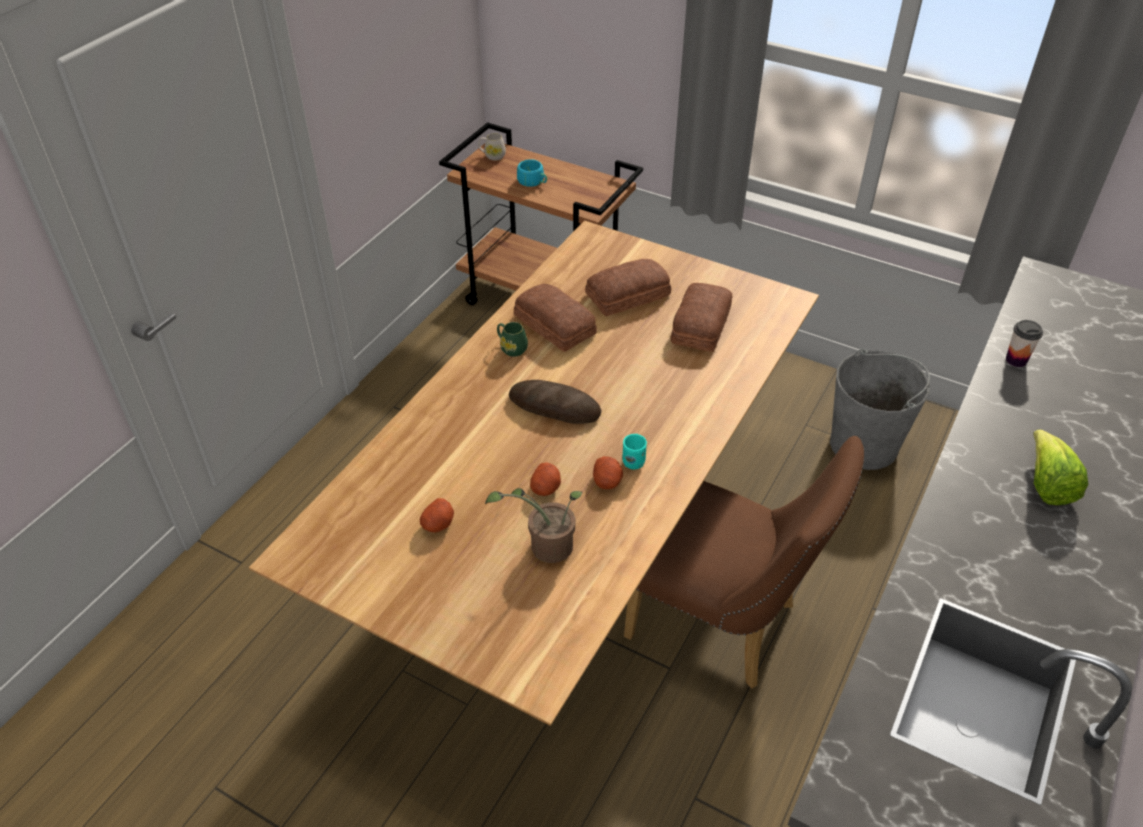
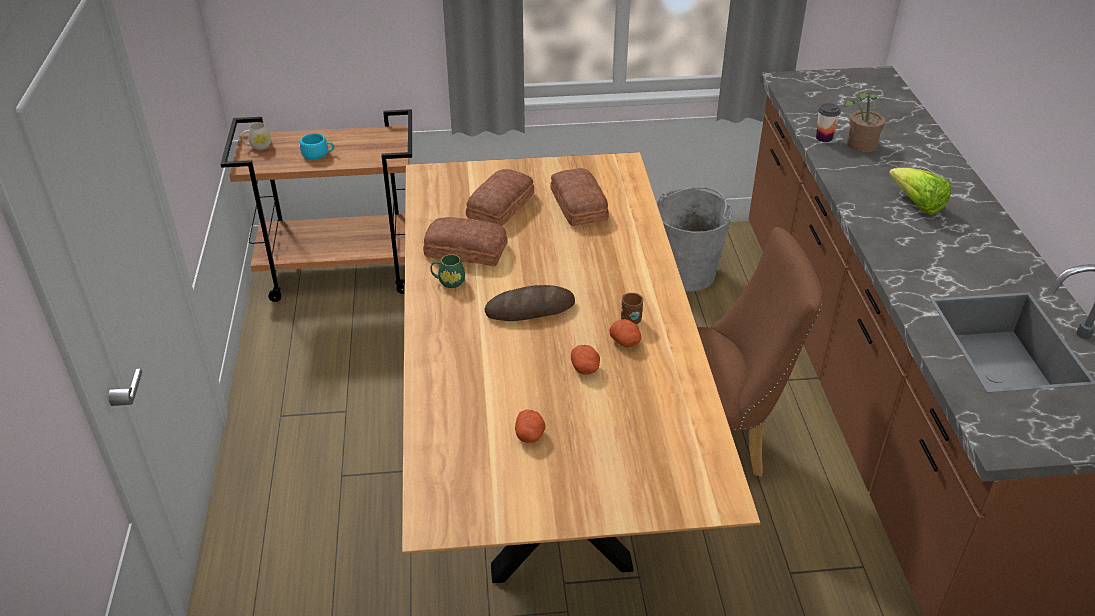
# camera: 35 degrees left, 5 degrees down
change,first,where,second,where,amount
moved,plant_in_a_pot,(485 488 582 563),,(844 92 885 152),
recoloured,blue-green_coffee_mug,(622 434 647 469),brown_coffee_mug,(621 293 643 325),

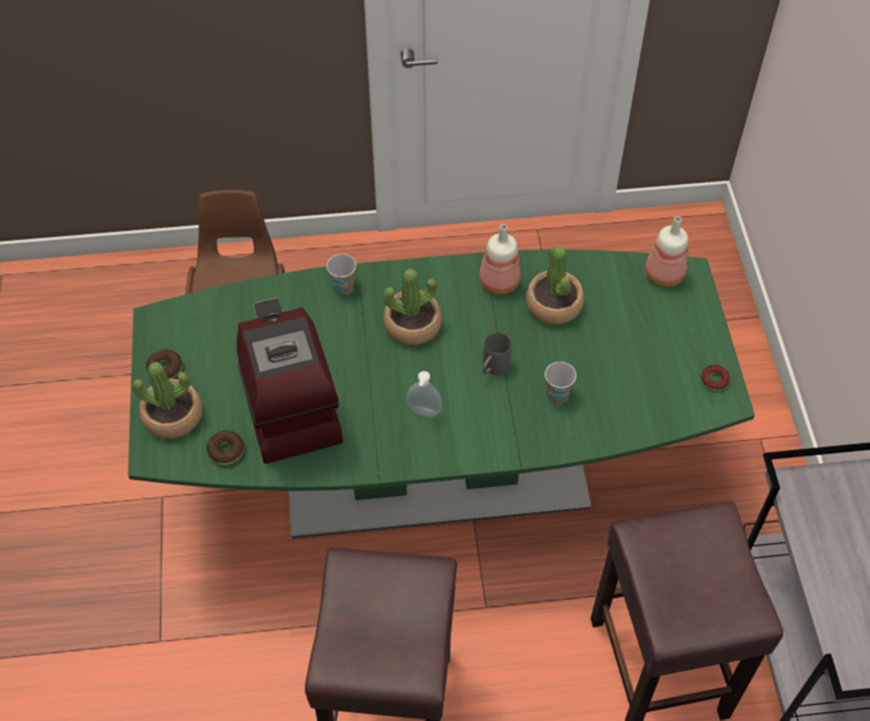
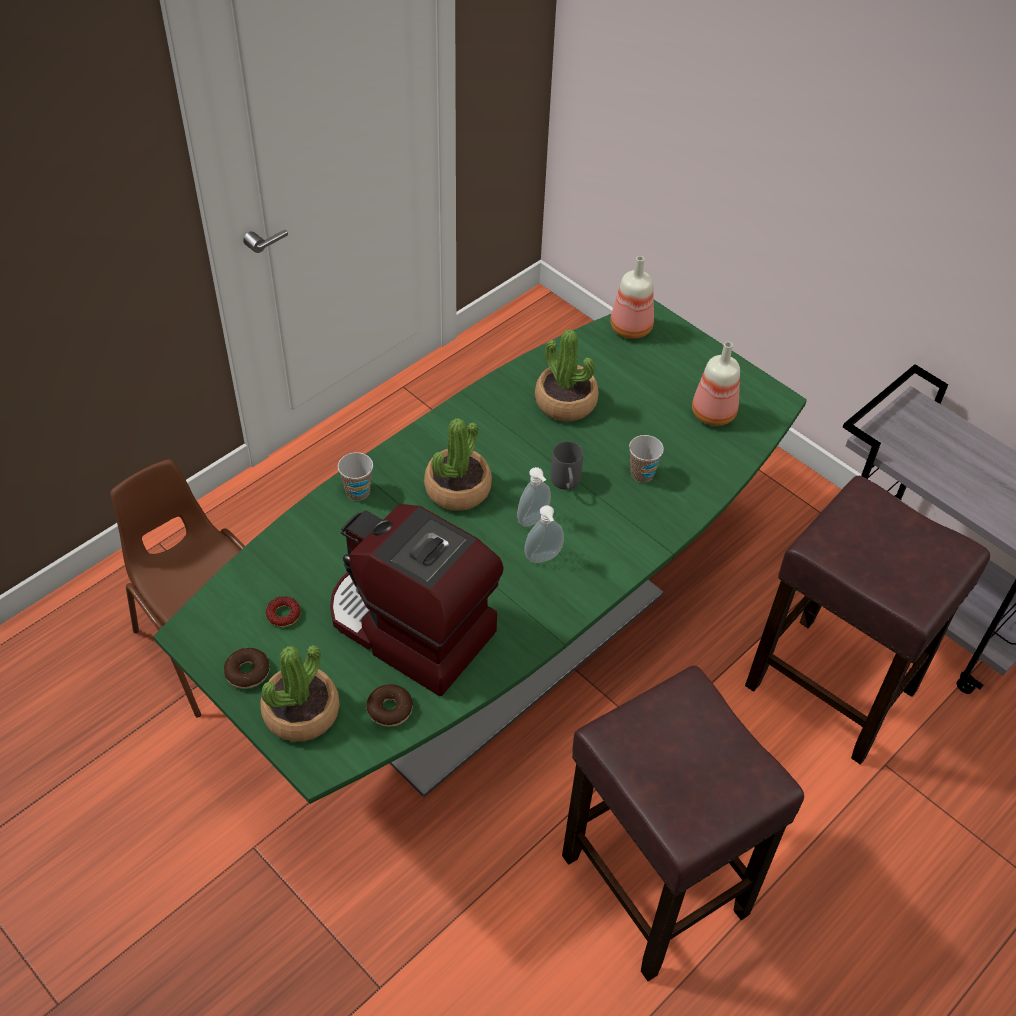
# camera: 40 degrees left, 5 degrees down
change,first,where,second,where,amount
moved,beverage_bottle,(479 224 521 295),,(692 342 740 426),
moved,doughnut,(701 365 730 390),,(266 596 301 627),
added,,,soap_bottle,(517 467 551 527),

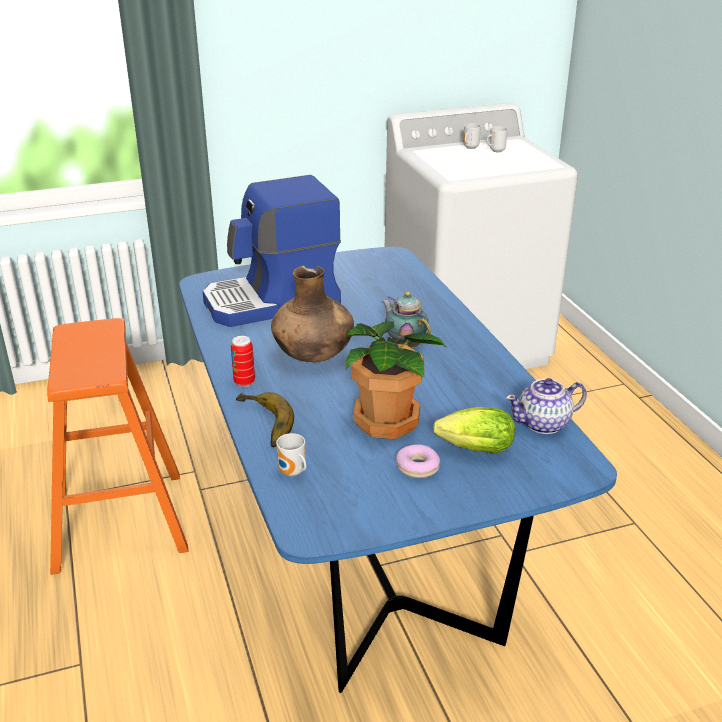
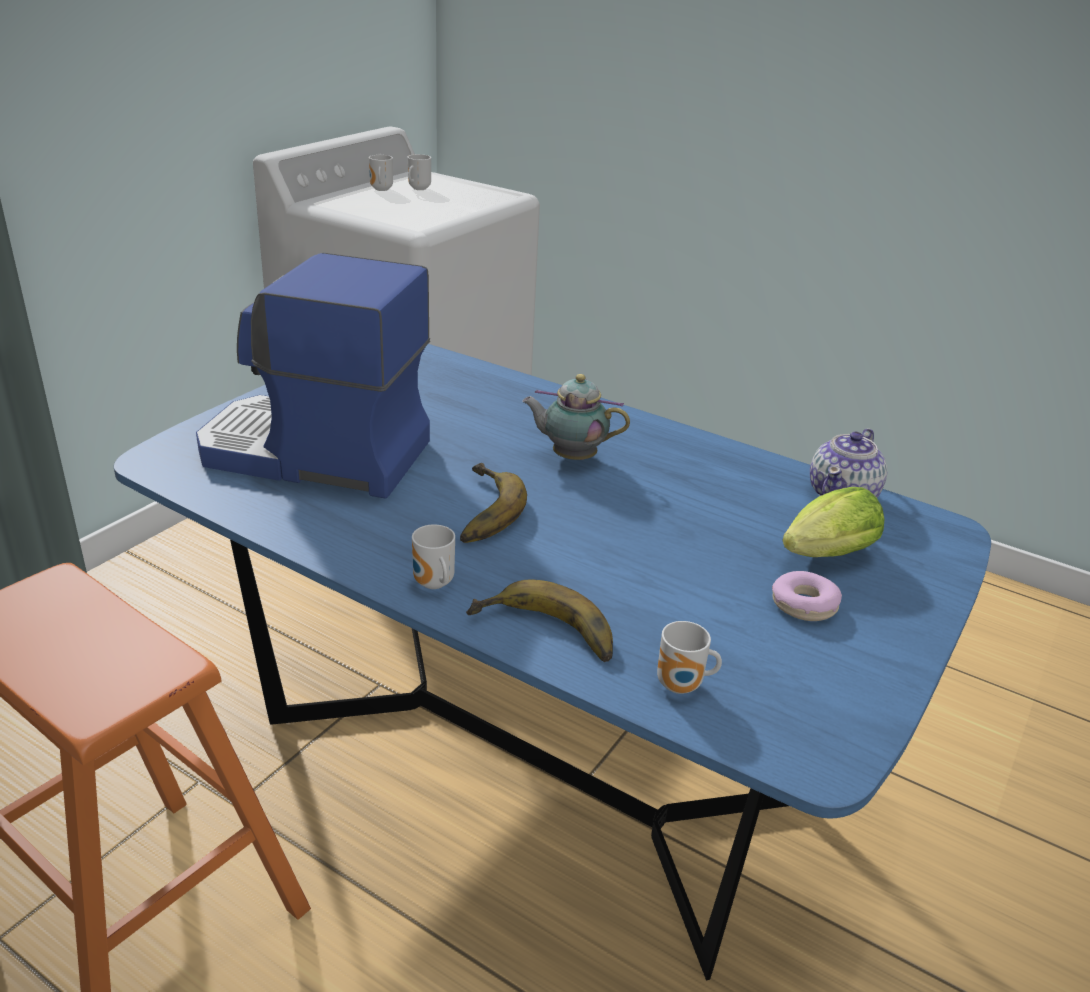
# camera: 40 degrees left, 0 degrees up
change,first,where,second,where,amount
turned,coffee_maker,(203 175 341 327),,(196 253 430 499),75 degrees clockwise
replaced,can,(231 336 255 387),coffee_mug,(412 524 455 589),
replaced,brown_decorative_vase,(271 266 354 362),whole_banana,(460 463 527 543),
removed,plant_in_a_pot,(345 321 447 439),,,

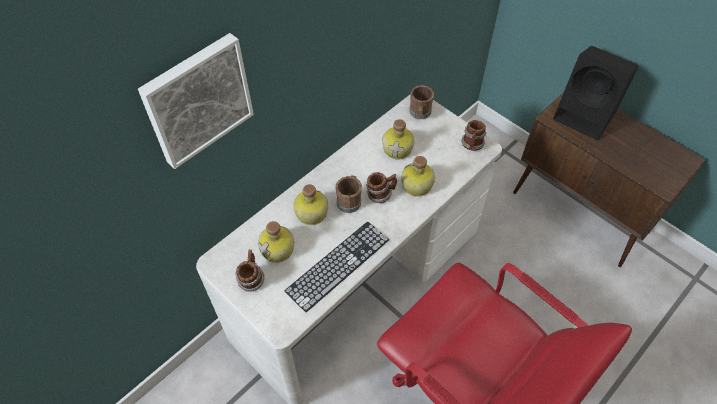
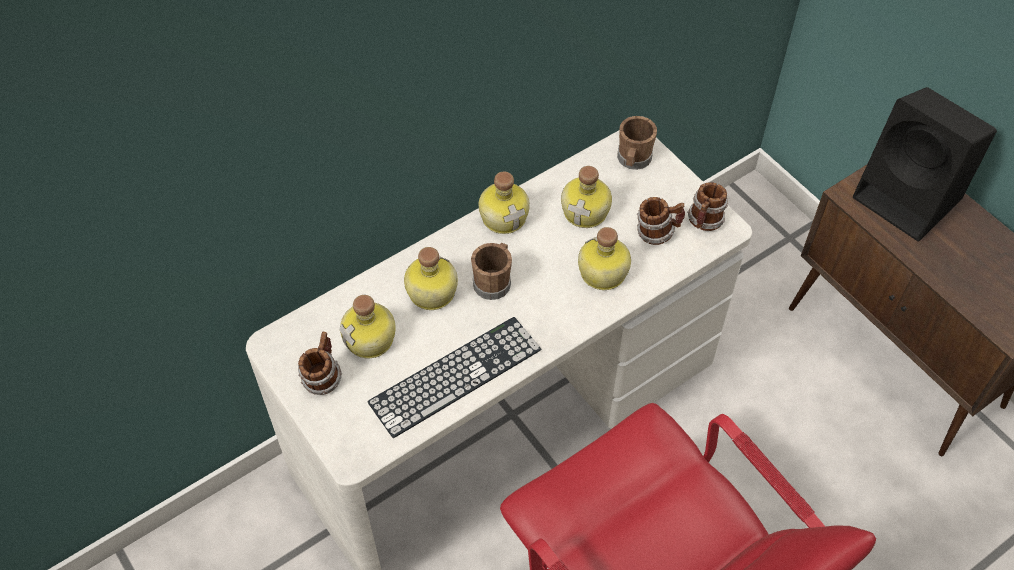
# camera: 10 degrees right, 0 degrees up
change,first,where,second,where,amount
removed,wall_picture,(138 33 254 169),,,
moved,coffee_mug,(366 172 397 203),,(637 197 685 245),
added,,,beverage_bottle,(479 171 530 234),

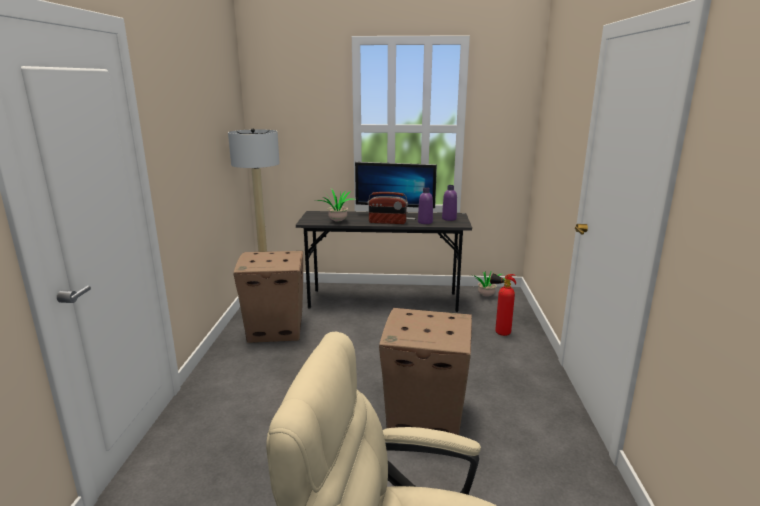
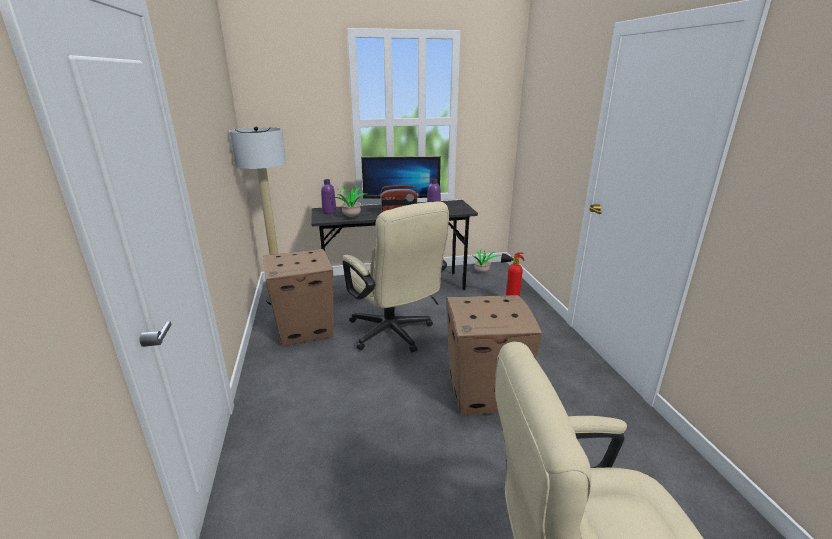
# camera: 15 degrees left, 5 degrees up
change,first,where,second,where,amount
moved,purple-coloured_beverage_bottle,(442 185 457 221),,(321 179 337 214),
added,,,beige-coloured_computer_chair,(343 201 449 352),

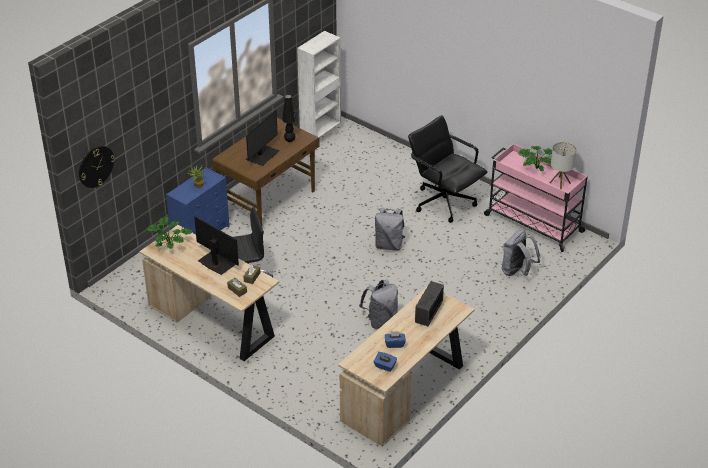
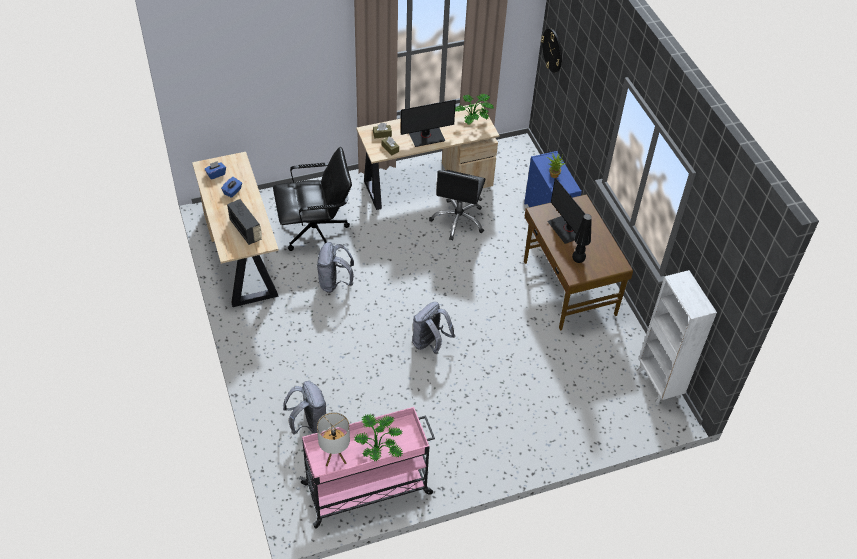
# camera: 120 degrees right, 10 degrees up
change,first,where,second,where,amount
moved,blackish_computer_chair,(408 115 488 223),,(273 147 352 251),

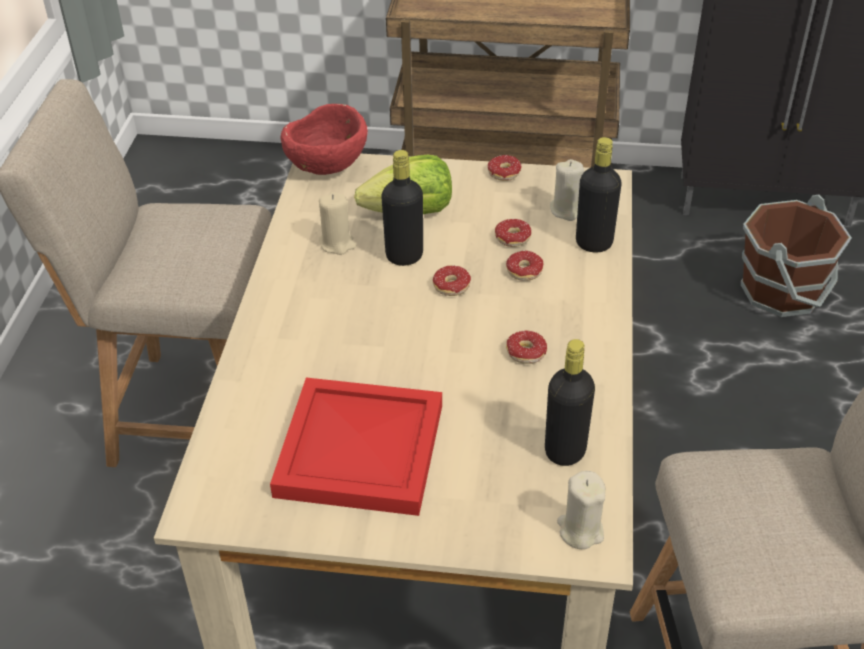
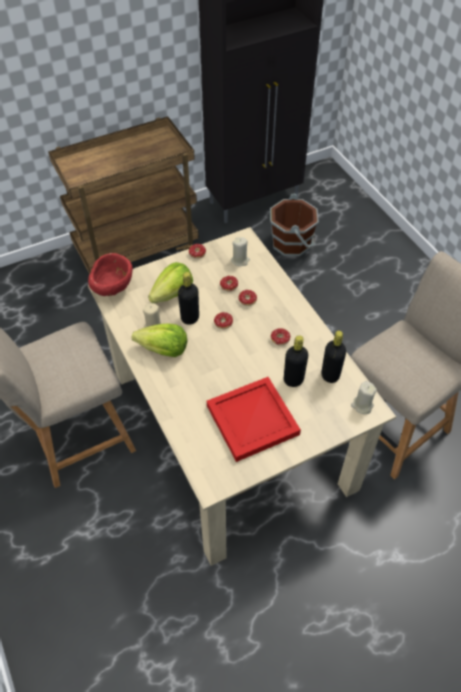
# camera: 35 degrees left, 10 degrees up
change,first,where,second,where,amount
moved,blackish_beverage_bottle,(576 137 622 252),,(284 335 308 387),
added,,,lettuce,(132 323 187 357),

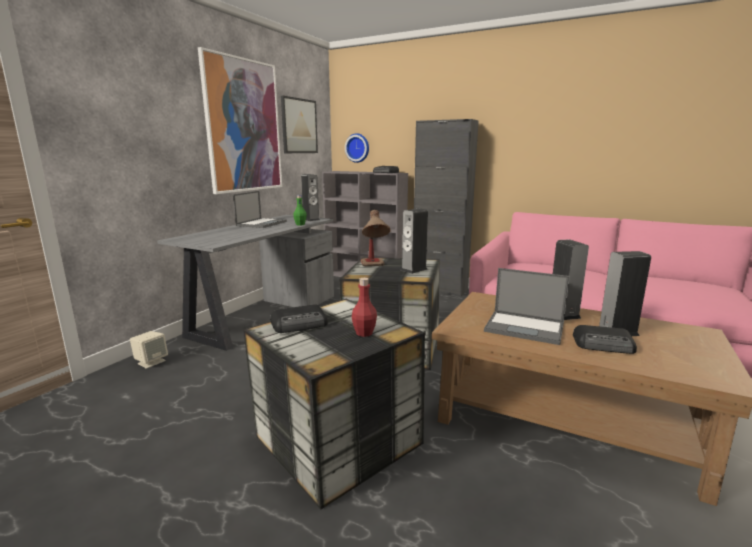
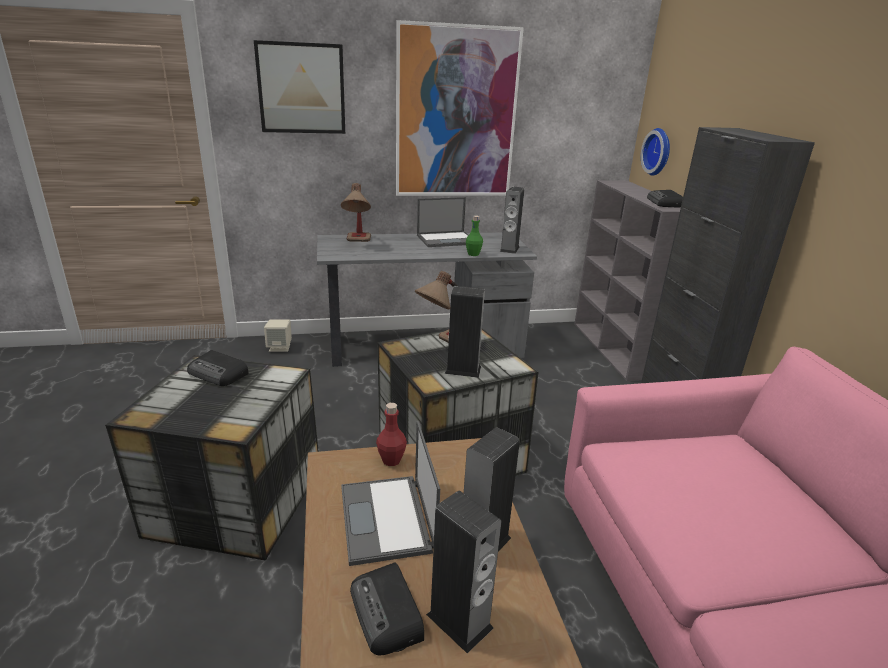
# camera: 50 degrees right, 10 degrees up
change,first,where,second,where,amount
moved,wall_picture,(281 96 318 153),,(254 40 345 134),
moved,red_beverage_bottle,(352 278 377 337),,(376 403 407 466),
added,,,tabletop_lamp,(341 183 371 242),

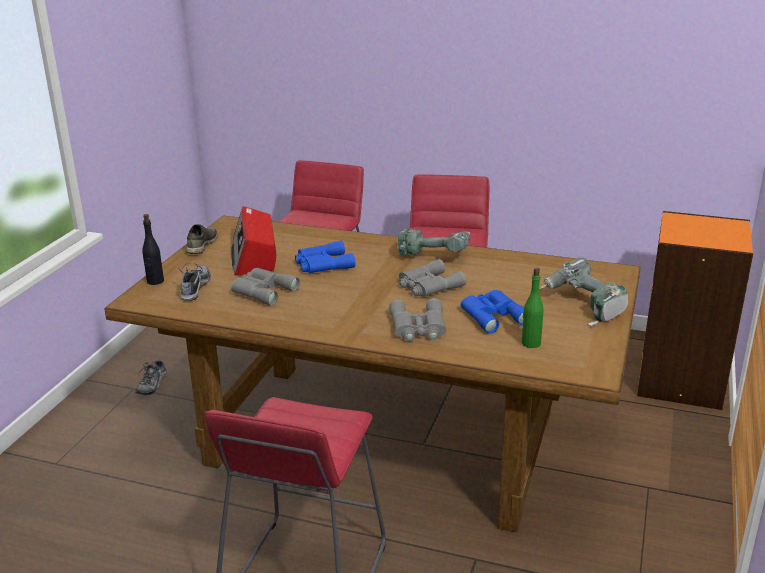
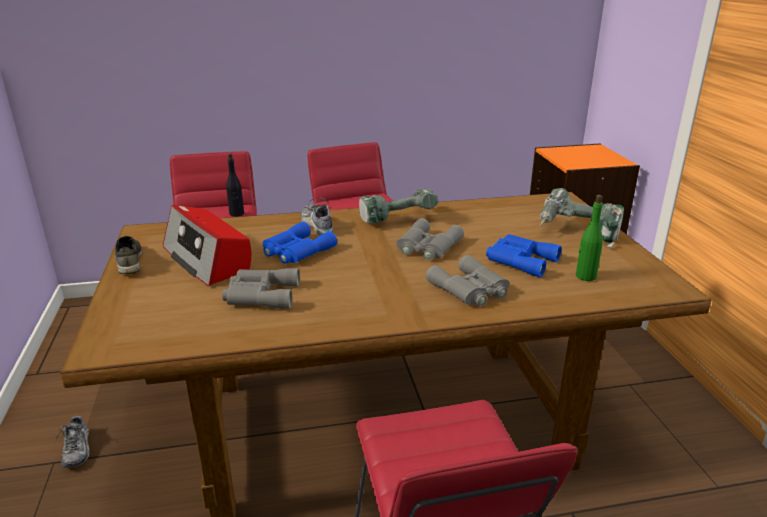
# camera: 30 degrees left, 0 degrees up
change,first,where,second,where,amount
moved,blackish_beverage_bottle,(142 214 164 285),,(226 153 244 217),
moved,low_shoe,(178 263 211 301),,(300 198 334 235),

